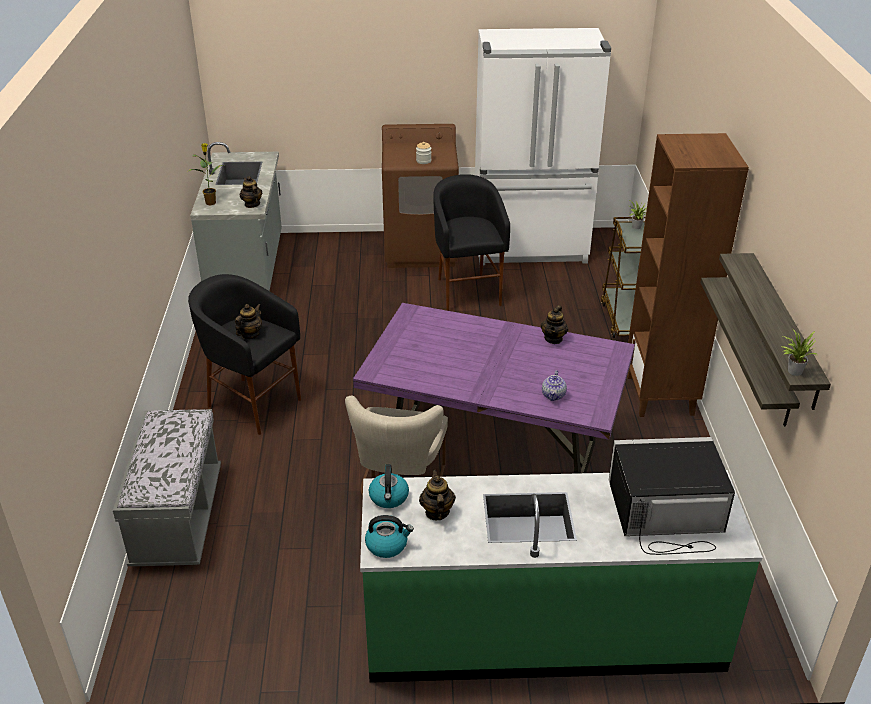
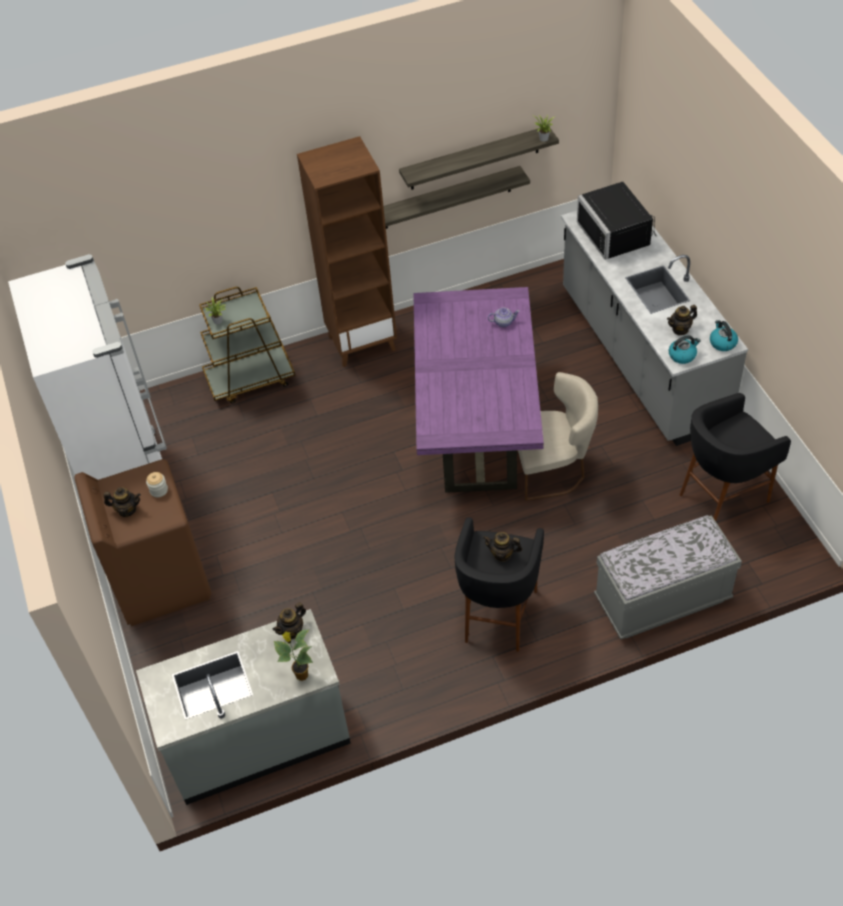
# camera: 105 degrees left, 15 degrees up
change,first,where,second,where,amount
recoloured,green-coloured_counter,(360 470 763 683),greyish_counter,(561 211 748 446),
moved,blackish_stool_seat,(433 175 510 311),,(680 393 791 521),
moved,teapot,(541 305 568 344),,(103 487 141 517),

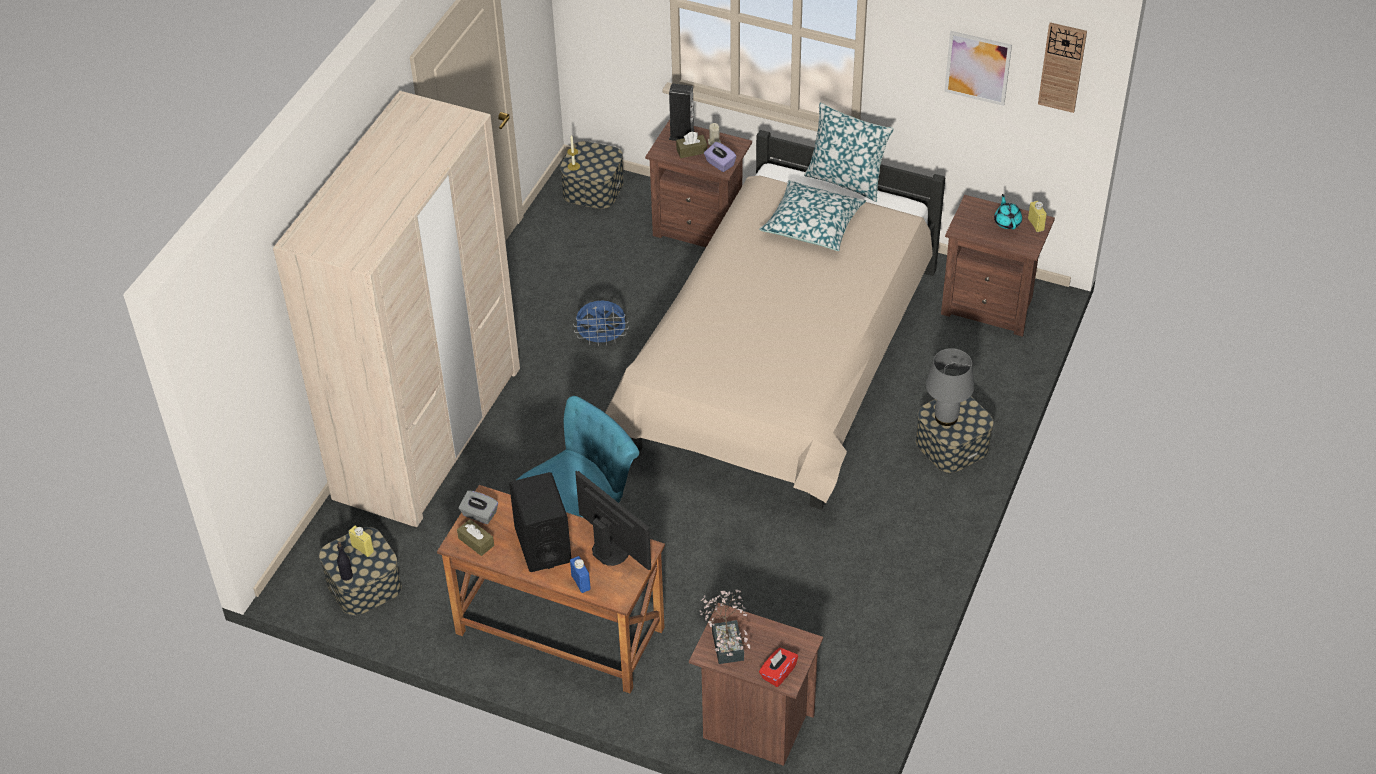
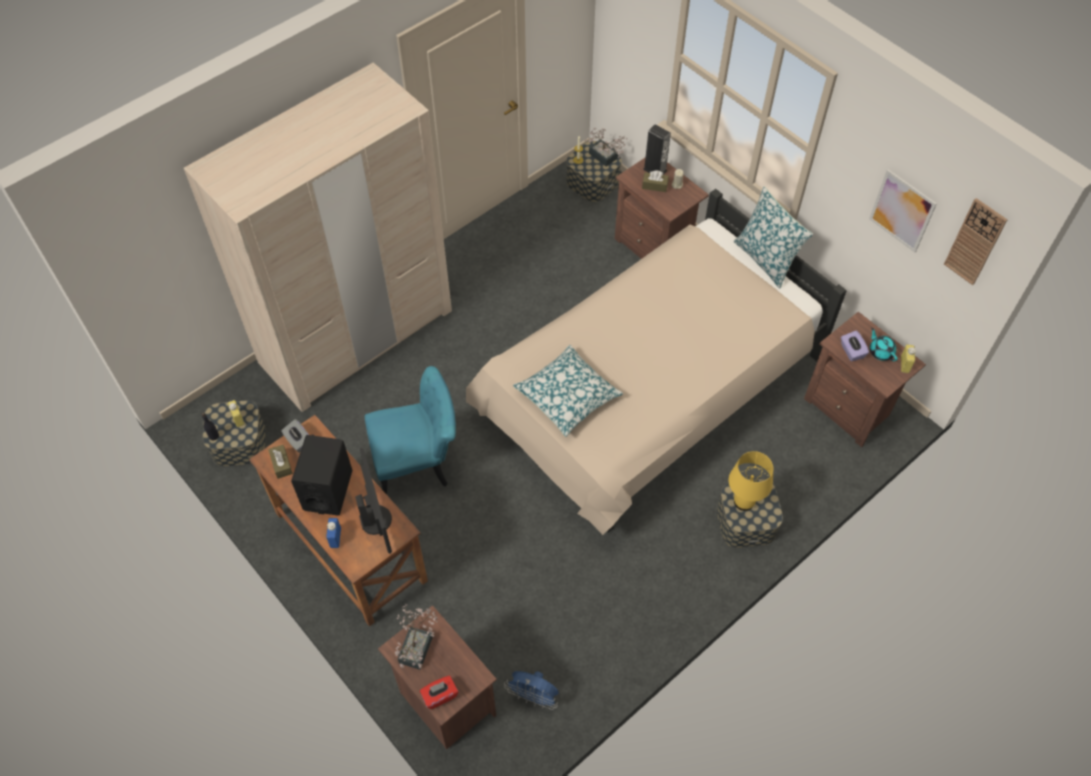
# camera: 25 degrees right, 10 degrees up
change,first,where,second,where,amount
moved,blue_electric_fan,(573 301 629 346),,(504 671 559 710),
moved,purple-coloured_box_of_tissues,(704 142 736 172),,(841 330 869 362),
moved,pillow,(759 180 866 251),,(513 345 623 437),
recoloured,greyish_tabletop_lamp,(926 348 974 426),yellow_tabletop_lamp,(729 451 773 511),
turned,blue-green_teapot,(994 194 1022 229),,(870 328 898 361),45 degrees counterclockwise
added,,,plant_in_a_pot,(584 128 627 167),

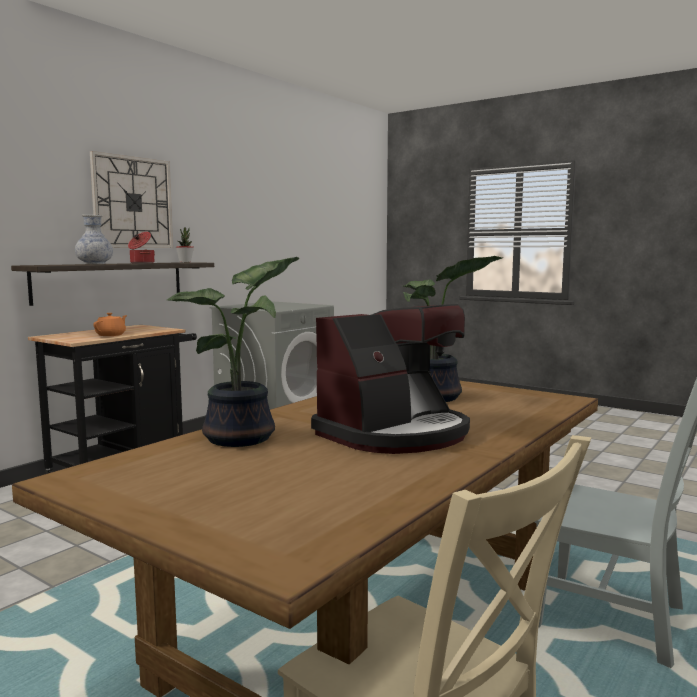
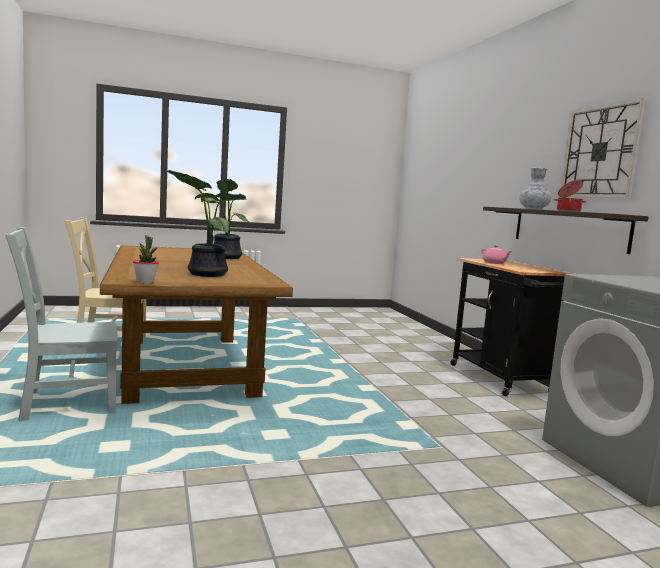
# camera: 125 degrees right, 0 degrees up
change,first,where,second,where,amount
recoloured,orange-coloured_teapot,(93 313 127 336),pink-coloured_teapot,(481 245 512 264),
moved,plant_in_a_pot,(176 227 194 262),,(133 235 159 284),
removed,coffee_maker,(311 304 470 454),,,

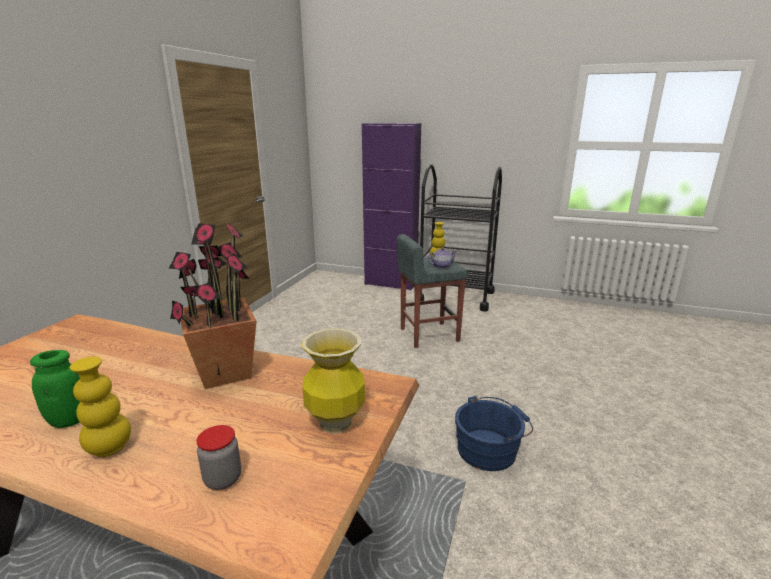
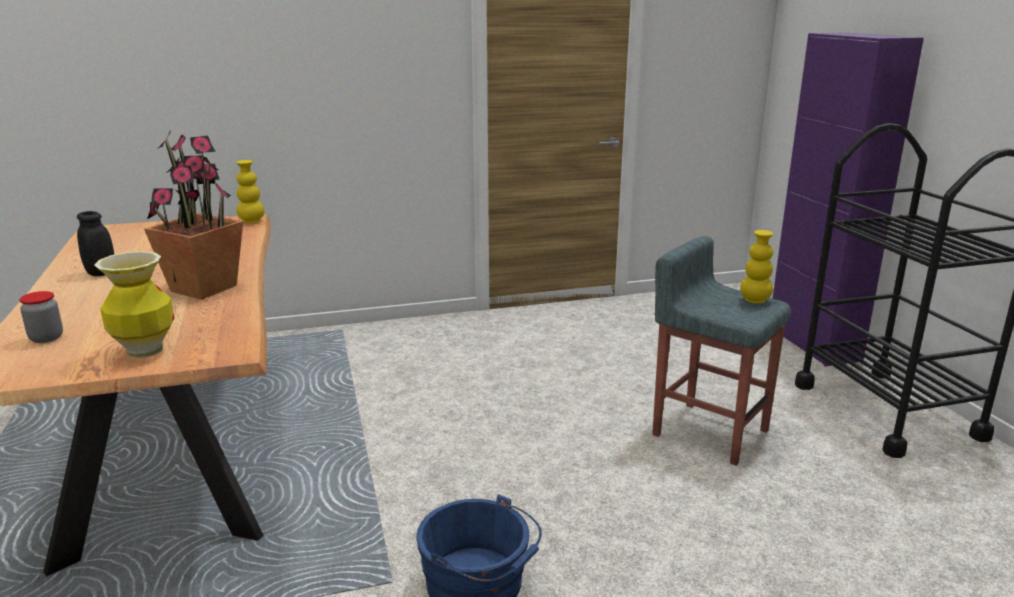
# camera: 55 degrees right, 0 degrees up
change,first,where,second,where,amount
recoloured,green-coloured_storage_jar,(30 350 80 428),blackish_storage_jar,(77 211 114 276),
moved,yellow_decorative_vase,(70 357 131 457),,(236 160 265 223),
removed,teapot,(427 247 457 268),,,

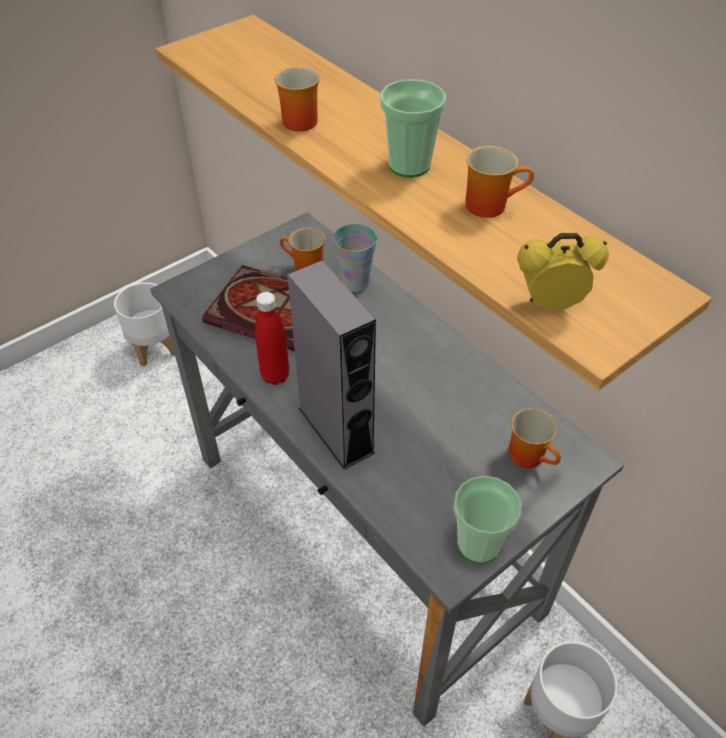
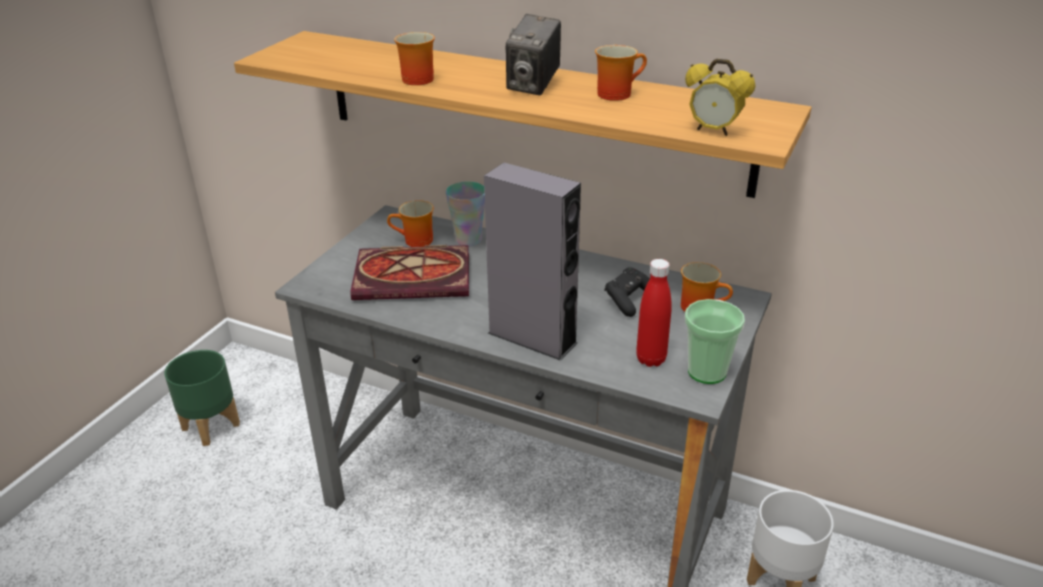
# camera: 25 degrees left, 15 degrees down
change,first,where,second,where,amount
recoloured,white-coloured_plant_pot,(114 282 175 366),green-coloured_plant_pot,(164 350 240 446),
moved,red_beverage_bottle,(255 292 289 385),,(636 259 672 367),
replaced,cup,(380 79 446 177),still_camera,(505 14 561 95),
turned,bedside_clock,(517 233 609 310),,(685 59 755 136),120 degrees counterclockwise
added,,,blackish_gamepad,(605 267 650 317),

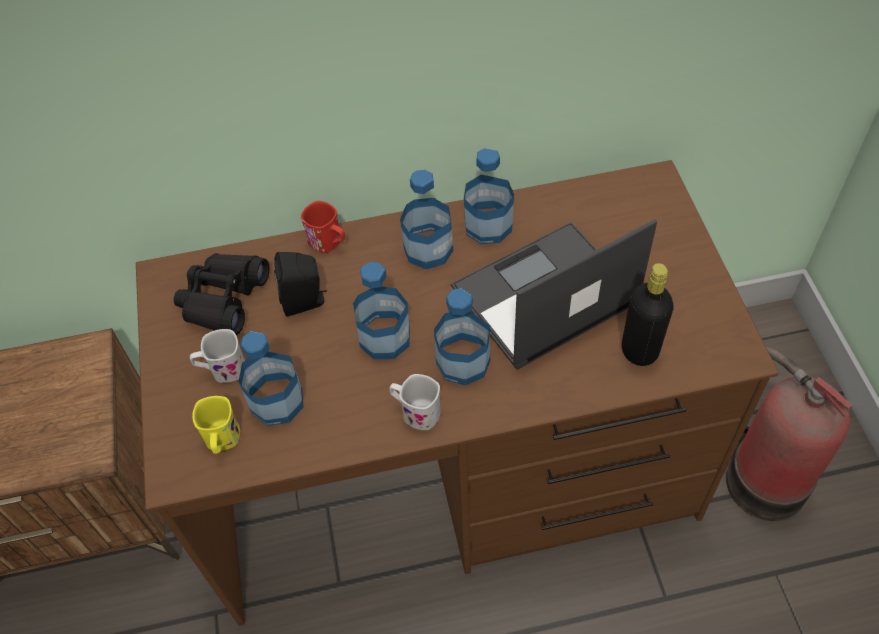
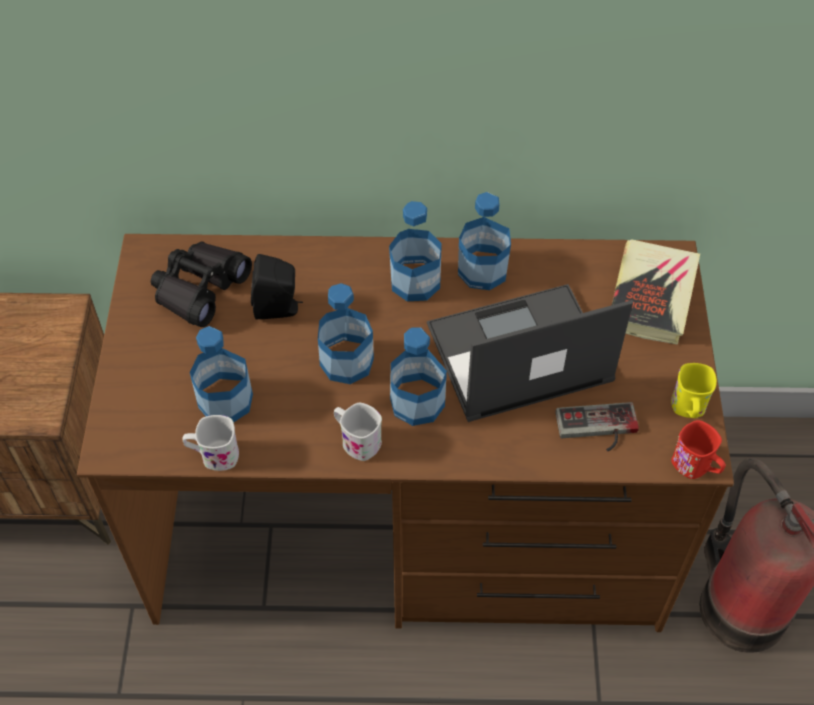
# camera: 10 degrees right, 0 degrees up
change,first,where,second,where,amount
moved,white-coloured_coffee_mug,(190 329 245 383),,(183 415 239 471),
moved,yellow_coffee_mug,(192 396 240 454),,(671 363 717 418),
moved,red_coffee_mug,(300 201 345 253),,(671 420 726 479),
replaced,blackish_beverage_bottle,(622 263 673 366),gamepad,(555 402 639 452),
added,,,volume,(612 239 700 344),

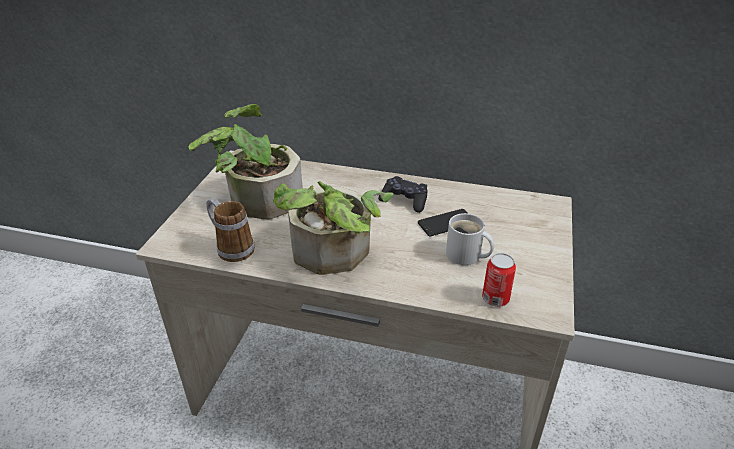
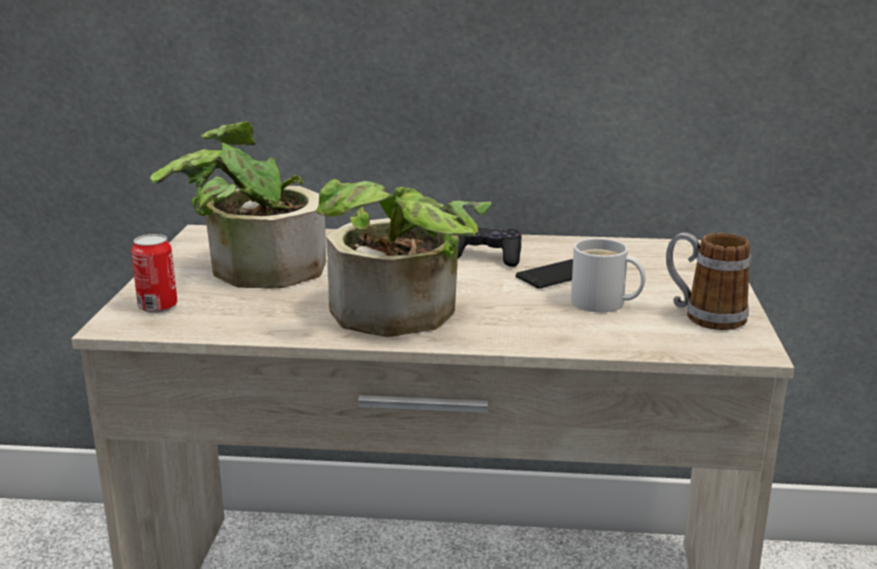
# camera: 10 degrees left, 15 degrees down
change,first,where,second,where,amount
moved,coffee_mug,(206 198 255 262),,(666 233 751 330),
moved,can,(482 253 516 307),,(131 234 177 313),

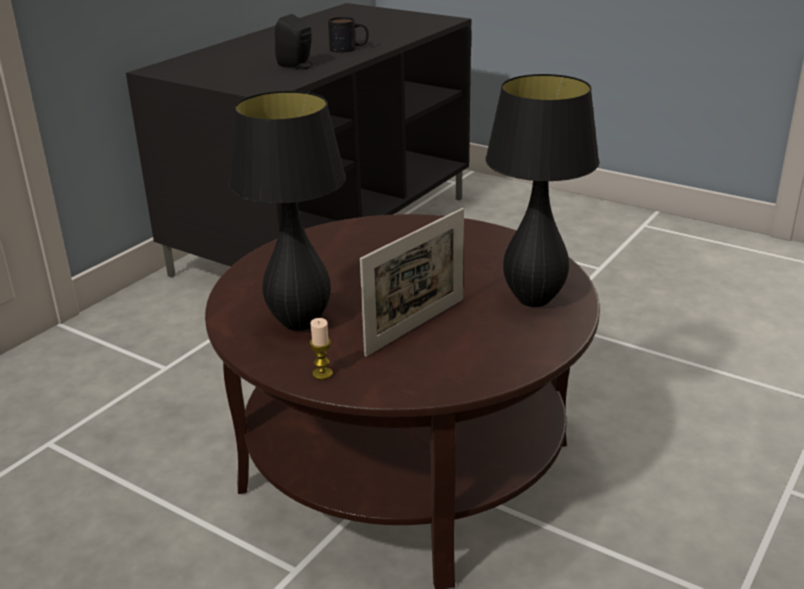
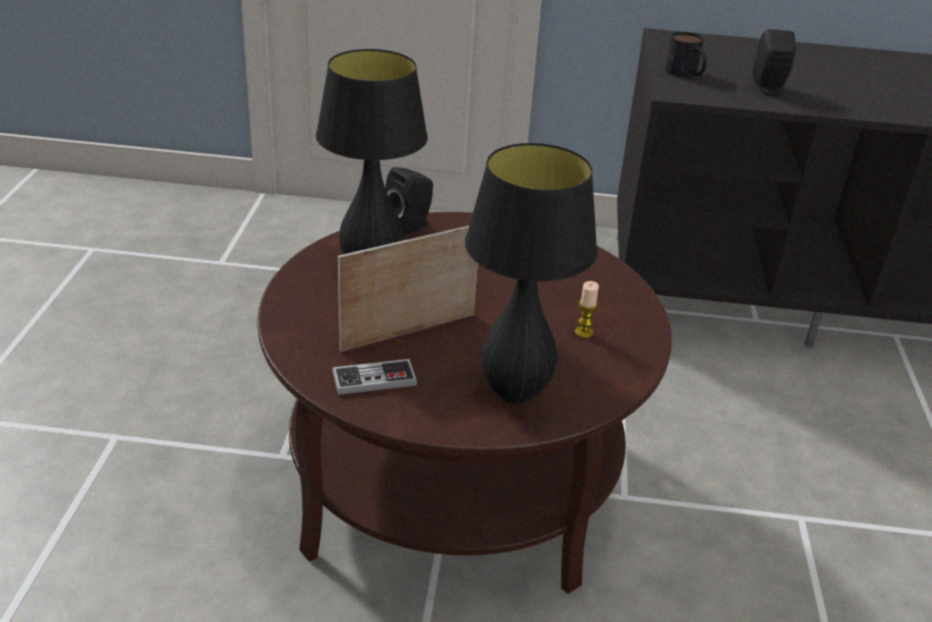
# camera: 60 degrees right, 5 degrees up
change,first,where,second,where,amount
moved,wax_light,(310 318 333 380),,(575 281 599 338),
moved,coffee_mug,(328 17 369 53),,(665 32 707 77),
turned,standing_frame,(360 208 464 357),,(338 225 478 352),135 degrees clockwise
added,,,gamepad,(332 359 417 395),
added,,,blackish_loudspeaker,(385 167 433 236),

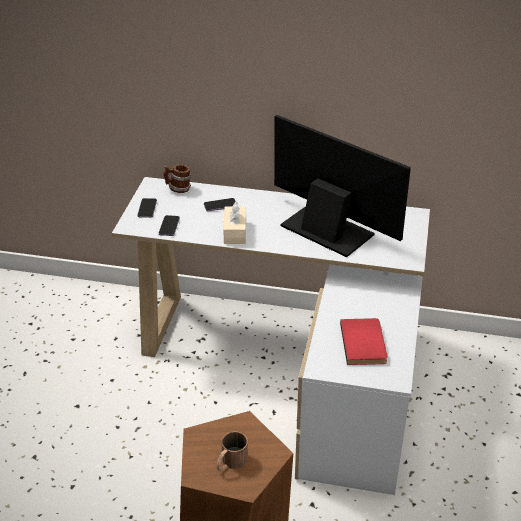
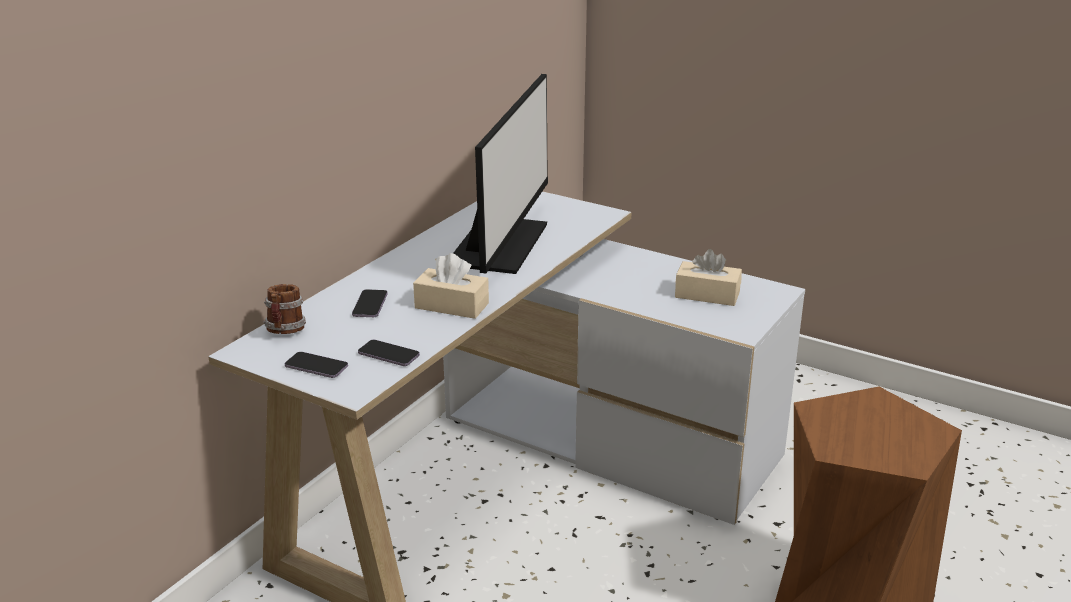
# camera: 70 degrees left, 10 degrees down
change,first,where,second,where,amount
removed,brown_coffee_mug,(217 431 248 471),,,
turned,monitor,(274 115 411 257),,(453 74 548 274),135 degrees clockwise
replaced,red_volume,(340 318 387 365),beige-coloured_box_of_tissues,(675 249 742 306),

